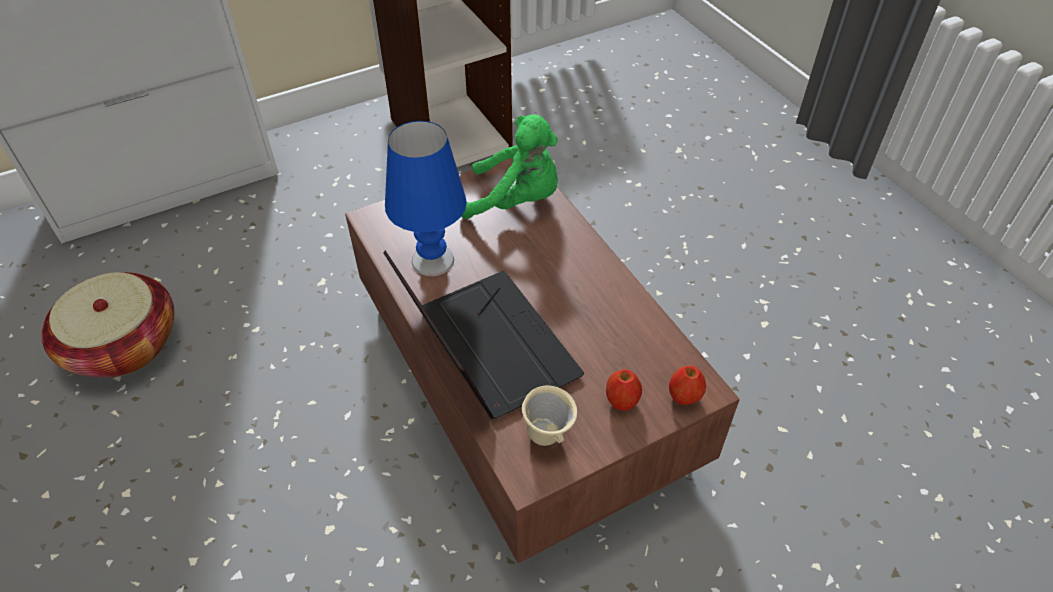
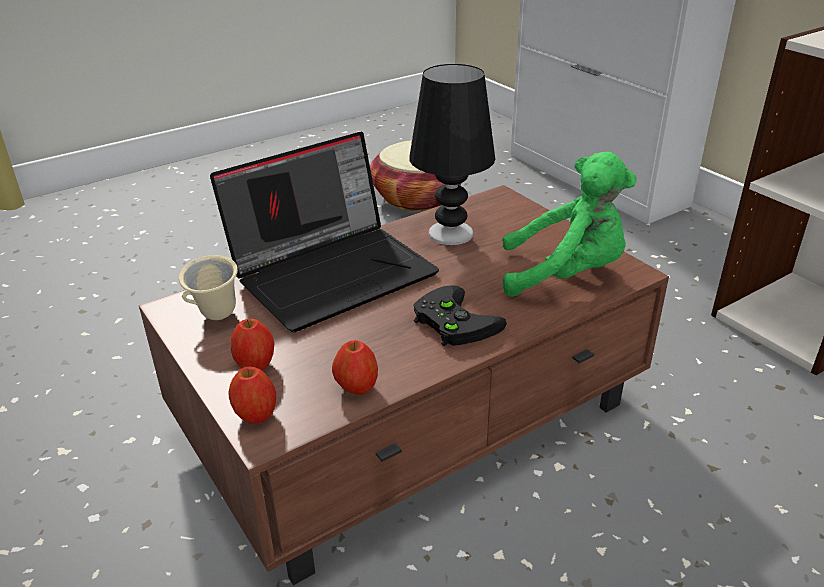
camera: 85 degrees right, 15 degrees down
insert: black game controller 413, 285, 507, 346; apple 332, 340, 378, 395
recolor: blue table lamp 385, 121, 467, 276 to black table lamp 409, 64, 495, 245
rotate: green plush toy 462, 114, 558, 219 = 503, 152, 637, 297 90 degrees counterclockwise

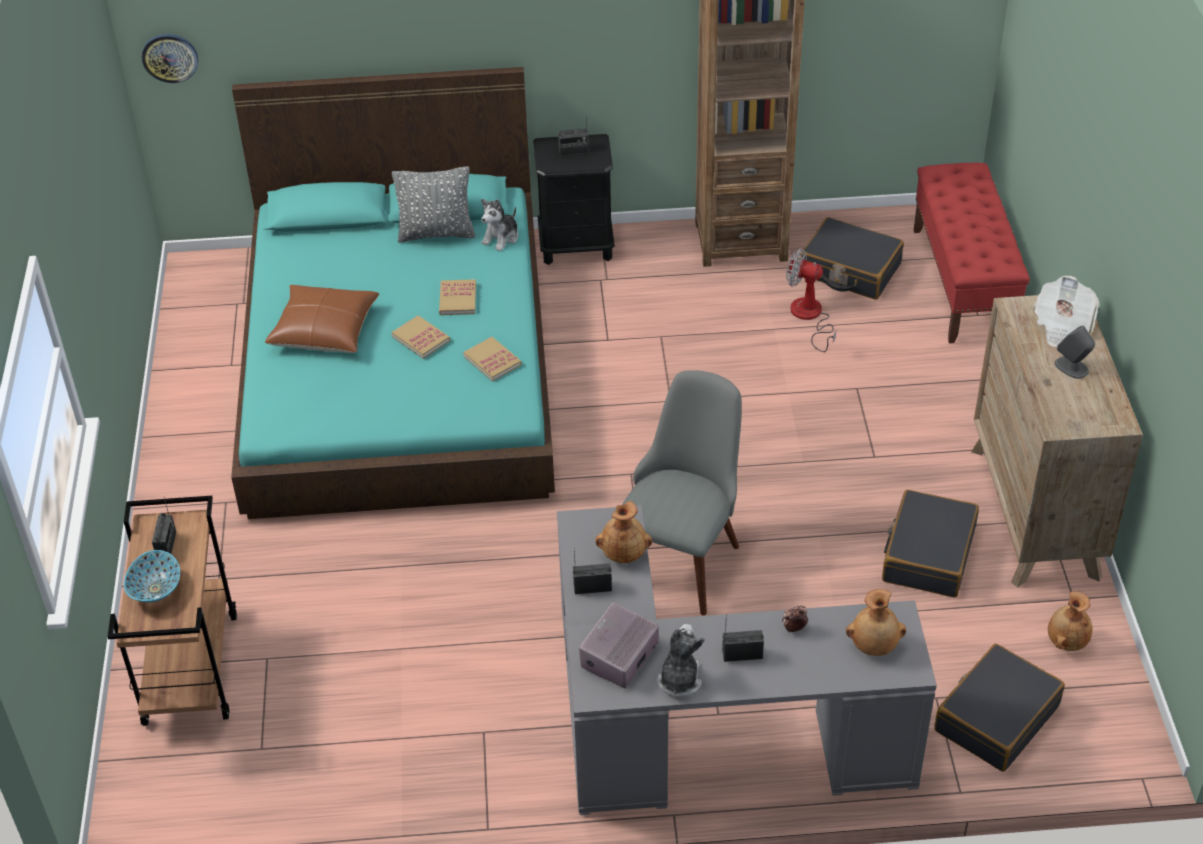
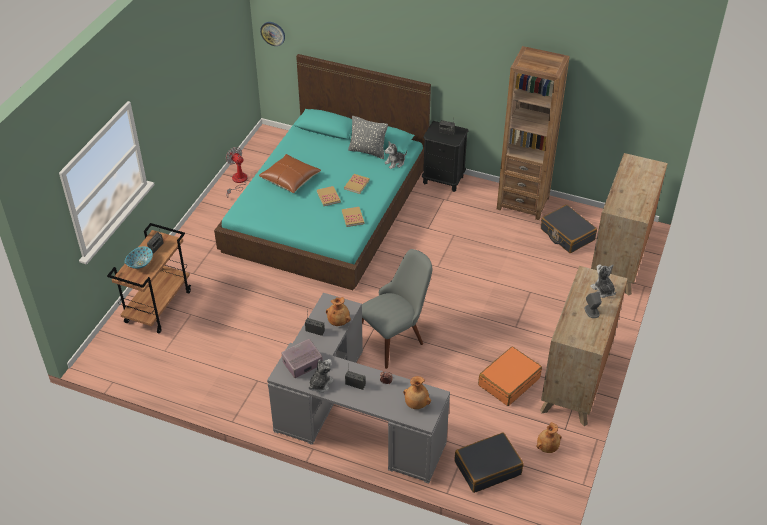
camera: 25 degrees right, 0 degrees up
move: fan 786, 248, 836, 352 to 226, 147, 247, 198
replace: red bench 914, 163, 1030, 344 to brown dresser 591, 153, 667, 296; newspaper 1033, 276, 1100, 347 to plush toy 590, 264, 616, 298
recolor: black suitcase 882, 490, 979, 598 to orange suitcase 478, 347, 542, 406

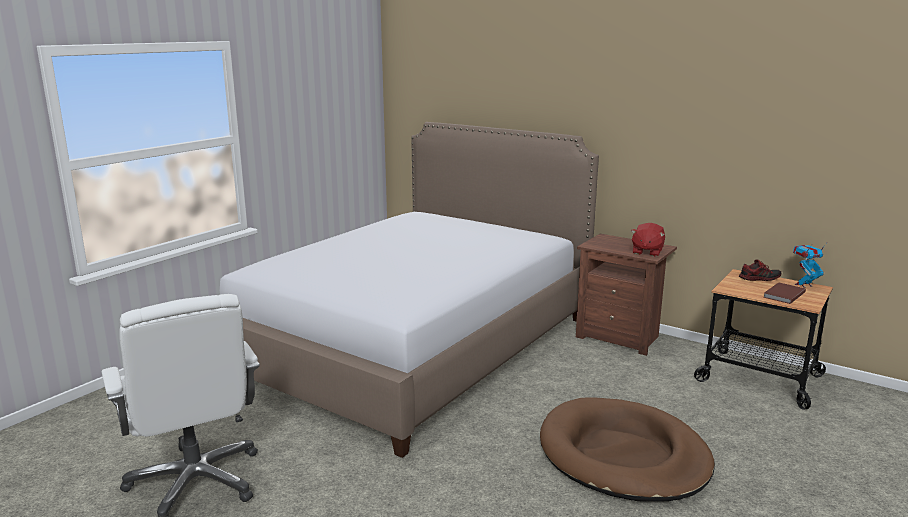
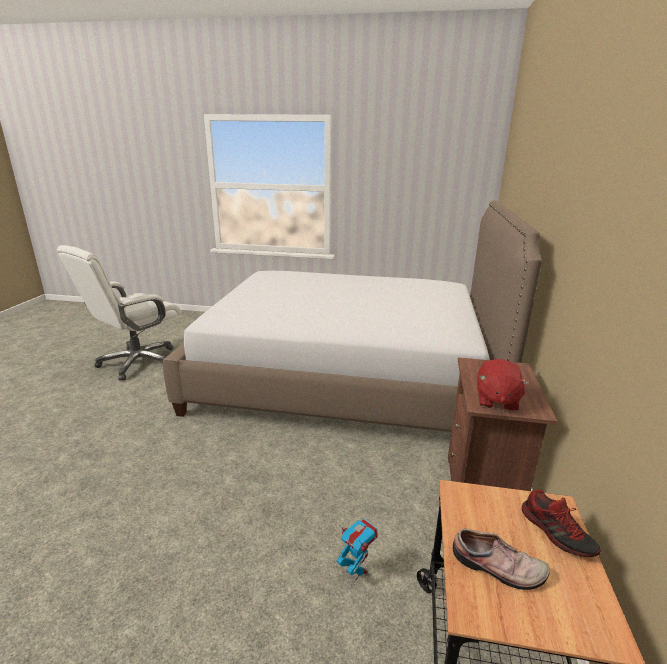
camera: 65 degrees right, 5 degrees up
delete: brown dog bed 540, 397, 715, 502
move: toy robot 793, 243, 827, 288 to 337, 519, 378, 580
replace: brown book 763, 282, 806, 304 to shoe 453, 529, 550, 590
rotate: red plush toy 631, 223, 665, 257 = 477, 359, 530, 411 75 degrees counterclockwise

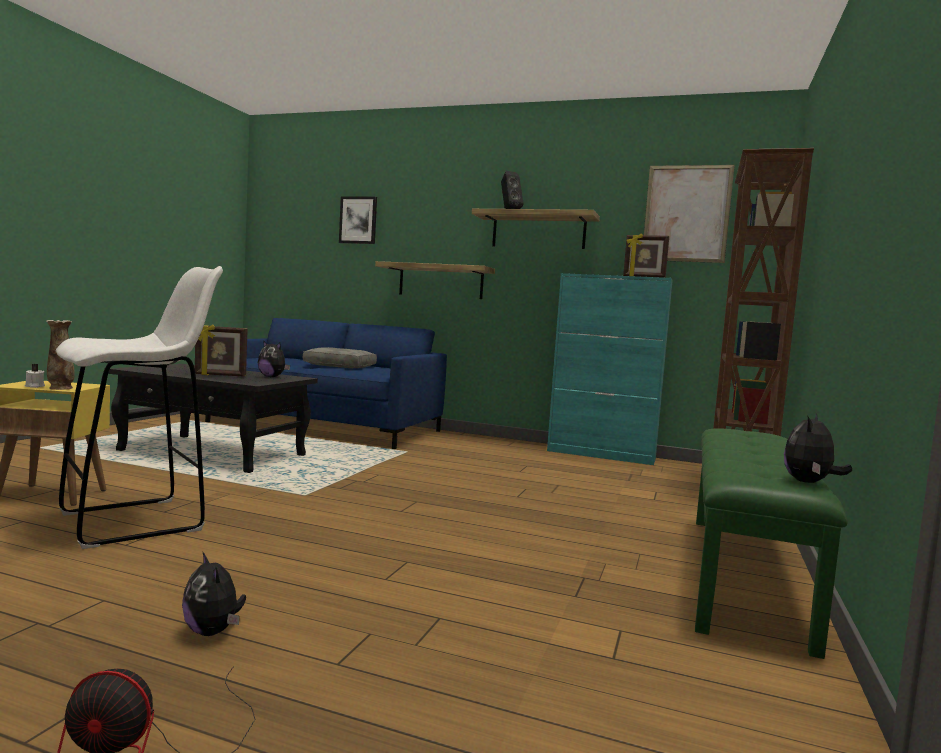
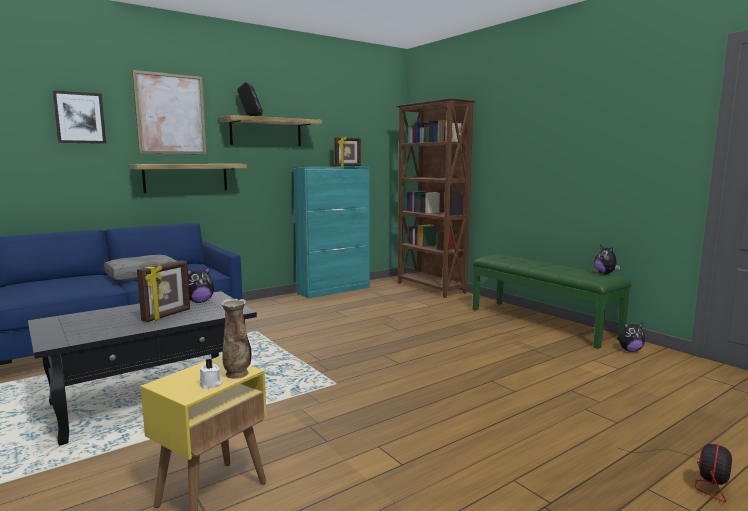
camera: 55 degrees left, 5 degrees up
delete: white stool 56, 266, 223, 549
move: picture 644, 165, 735, 263 to 132, 70, 207, 154; plush toy 182, 551, 246, 636 to 617, 322, 645, 352

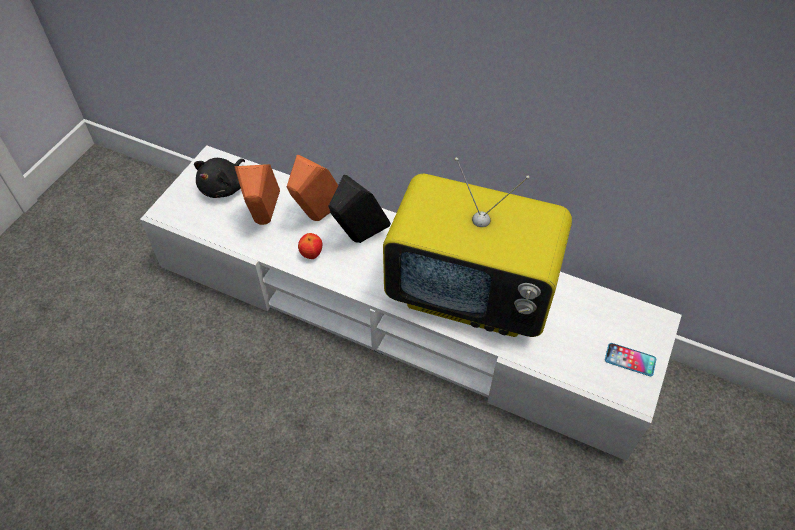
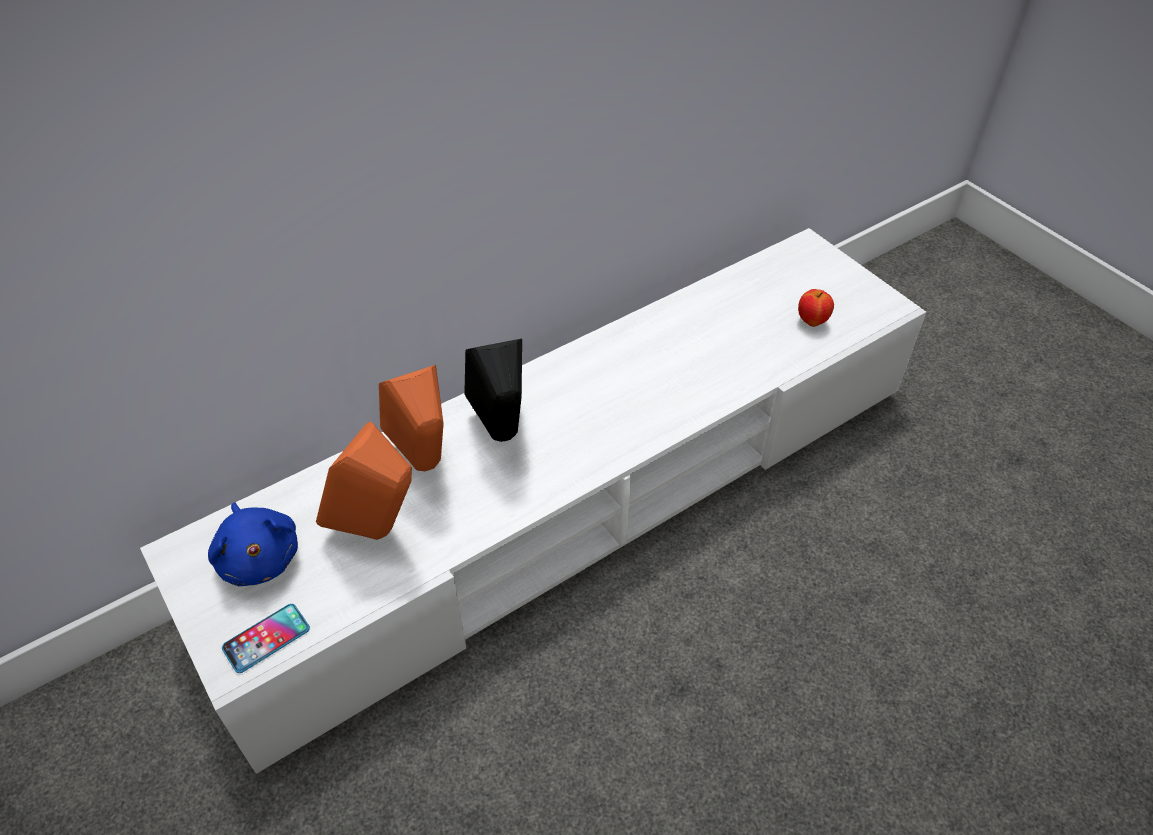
camera: 60 degrees left, 5 degrees down
delete: television 383, 157, 572, 337
move: apple 298, 233, 322, 259 to 798, 289, 834, 327; phone 605, 343, 656, 376 to 222, 604, 310, 673
recolor: black plush toy 194, 158, 245, 198 to blue plush toy 208, 502, 298, 586

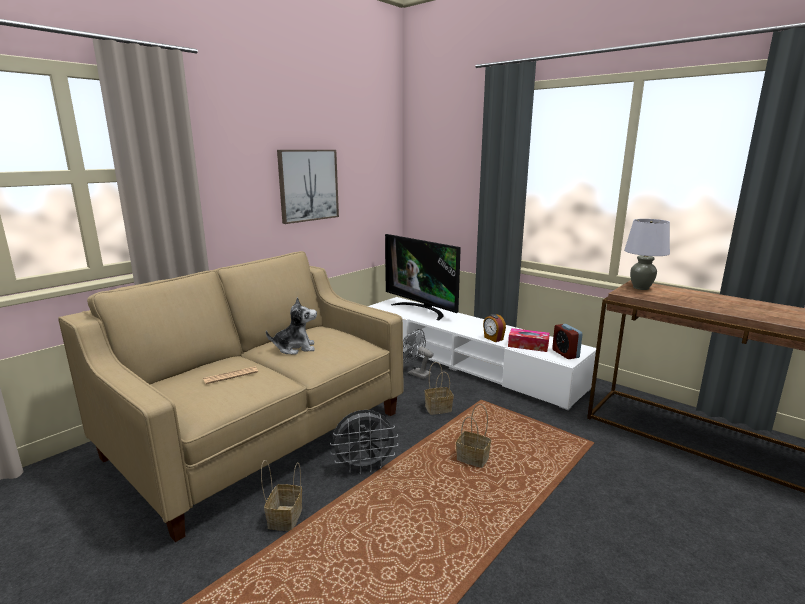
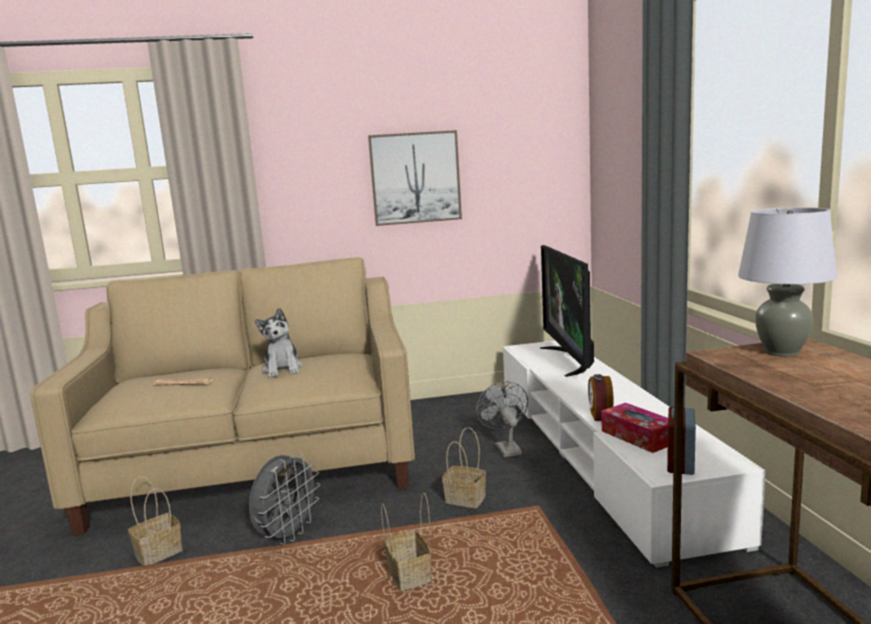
camera: 40 degrees right, 5 degrees down
rotate: plush toy 266, 297, 317, 355 = 255, 308, 303, 377 45 degrees clockwise; grey fan 330, 410, 398, 475 = 249, 452, 320, 545 90 degrees counterclockwise

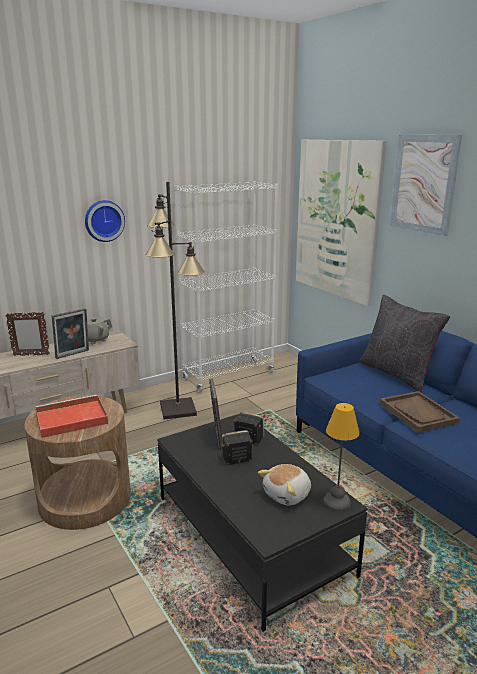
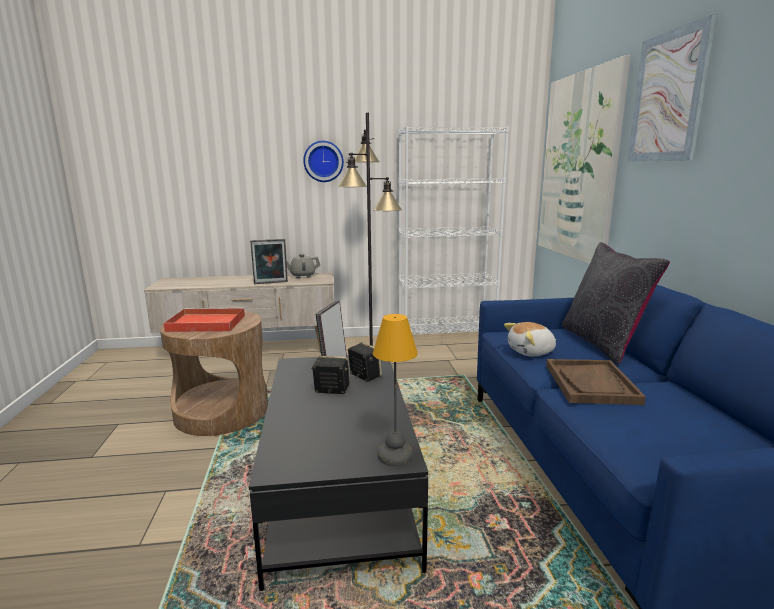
camera: 25 degrees right, 5 degrees down
delete: picture frame 5, 311, 50, 356
move: plush toy 258, 464, 311, 505 to 504, 322, 556, 356

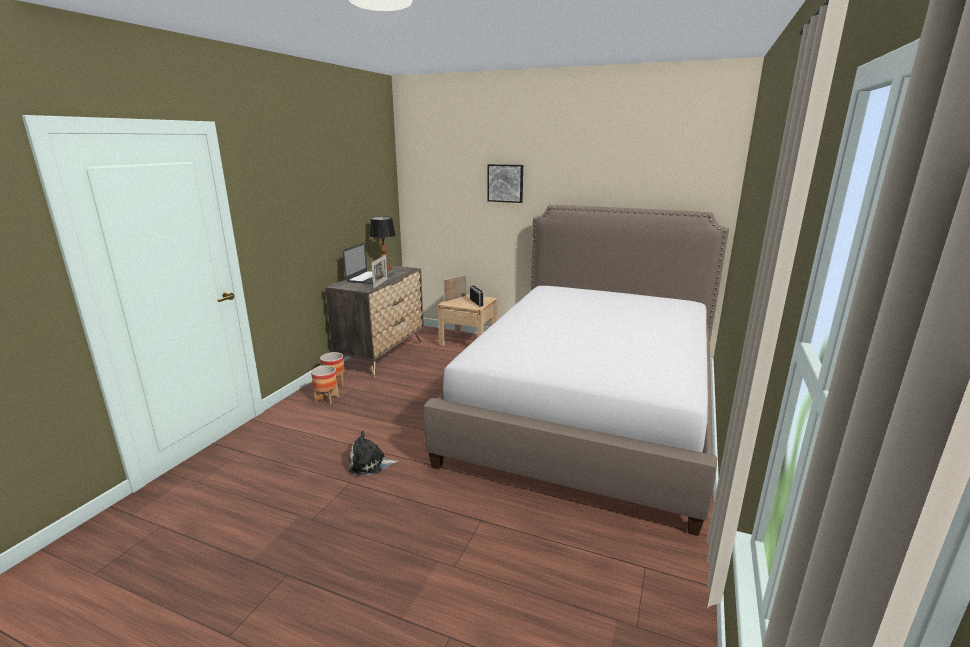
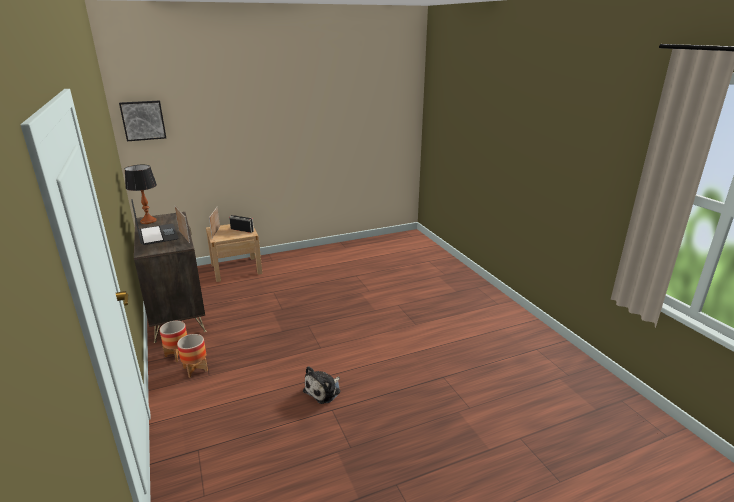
camera: 45 degrees left, 5 degrees up
delete: bed 424, 205, 729, 536
move: picture 488, 164, 523, 203 to 119, 100, 166, 141

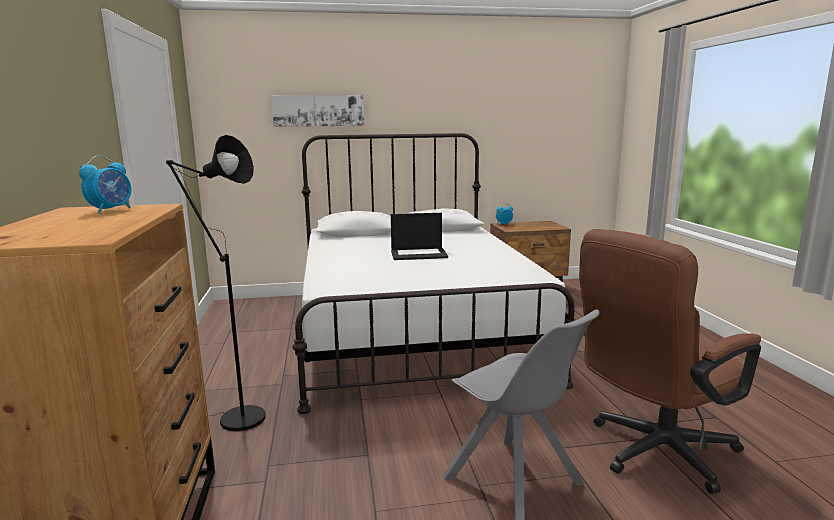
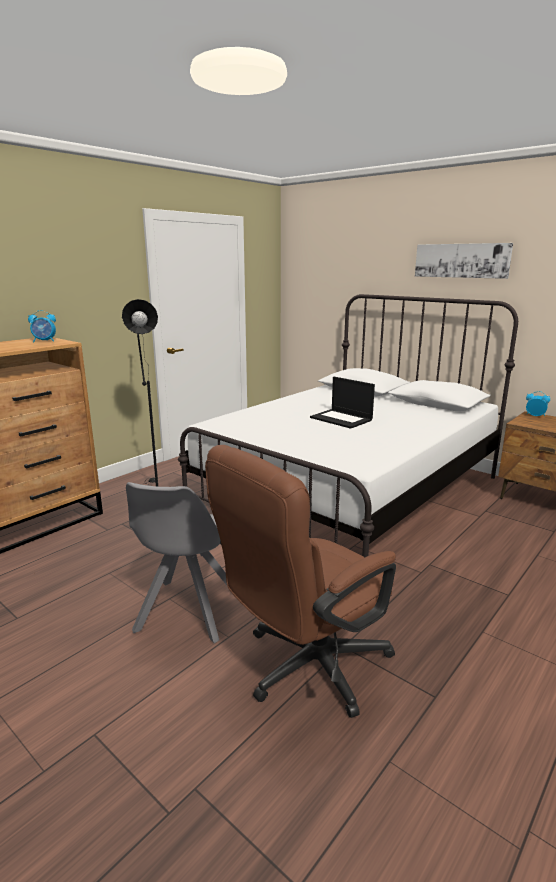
camera: 50 degrees right, 5 degrees up
move: picture 271, 95, 364, 127 to 415, 243, 513, 279
rotate: brown office chair 579, 229, 761, 494 = 205, 445, 396, 718 60 degrees counterclockwise

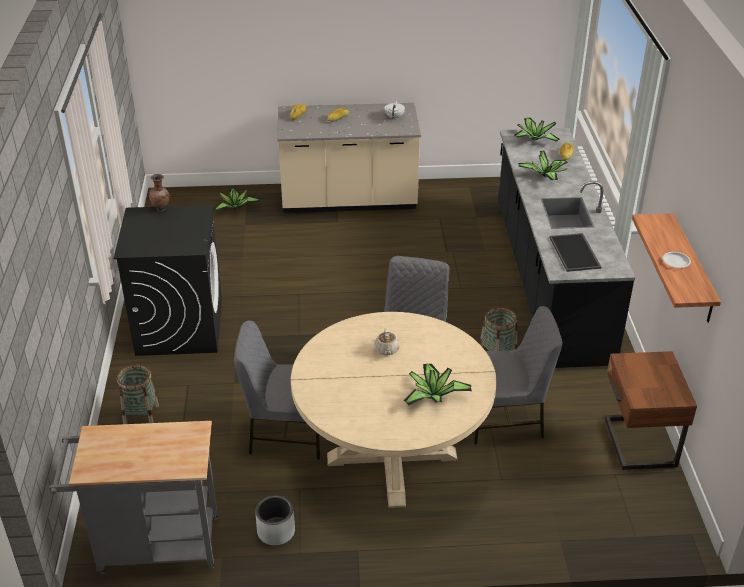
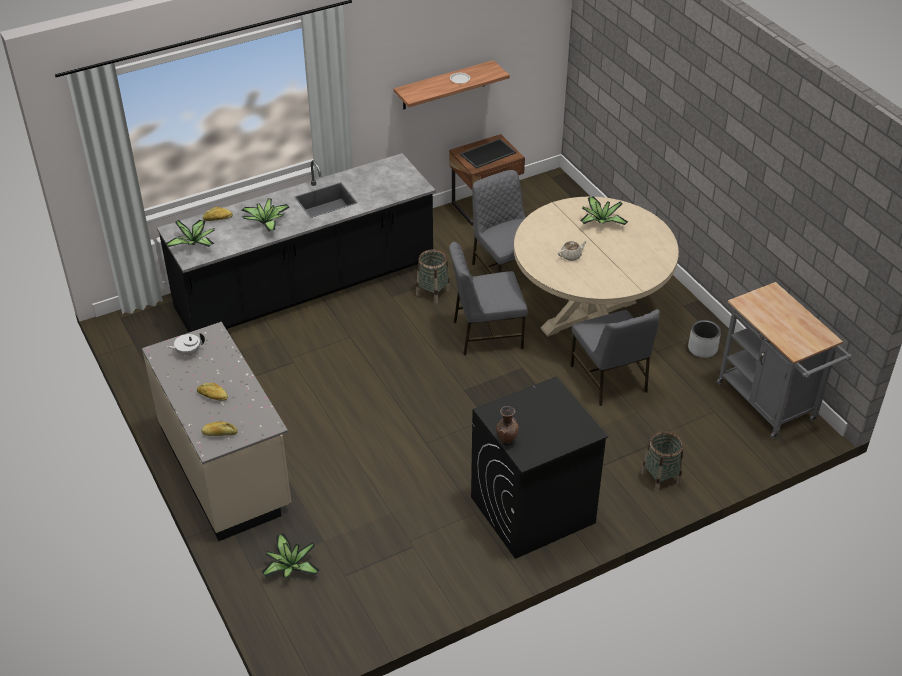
camera: 115 degrees left, 5 degrees up
move: tray 550, 233, 601, 272 to 460, 139, 516, 169

